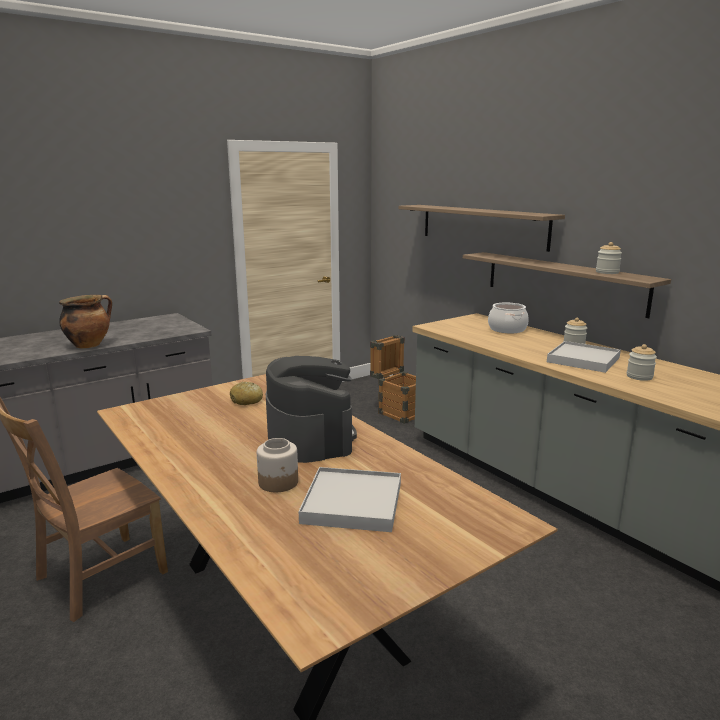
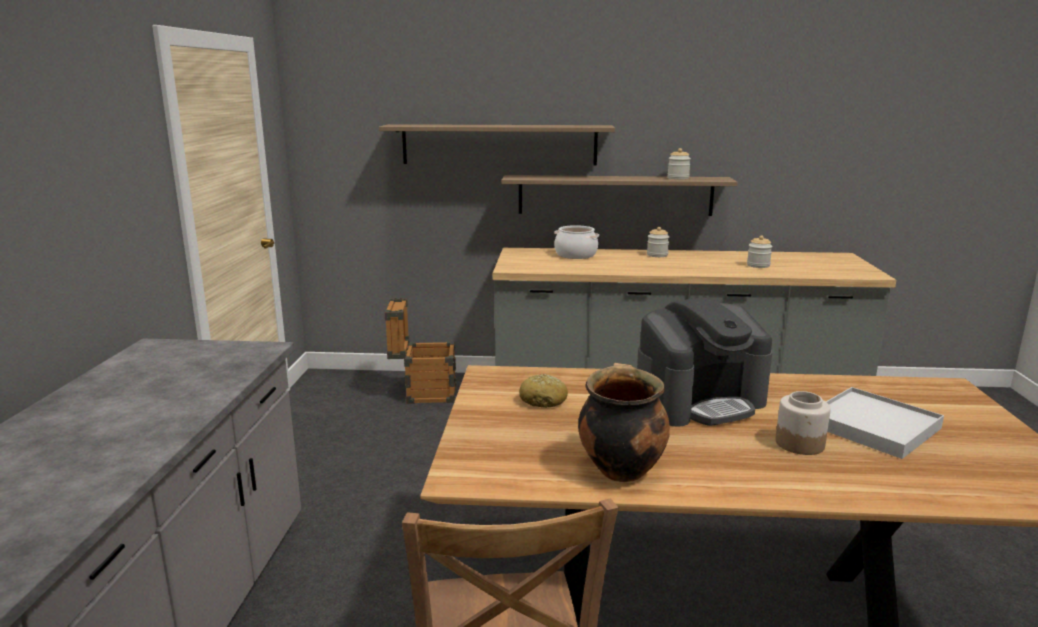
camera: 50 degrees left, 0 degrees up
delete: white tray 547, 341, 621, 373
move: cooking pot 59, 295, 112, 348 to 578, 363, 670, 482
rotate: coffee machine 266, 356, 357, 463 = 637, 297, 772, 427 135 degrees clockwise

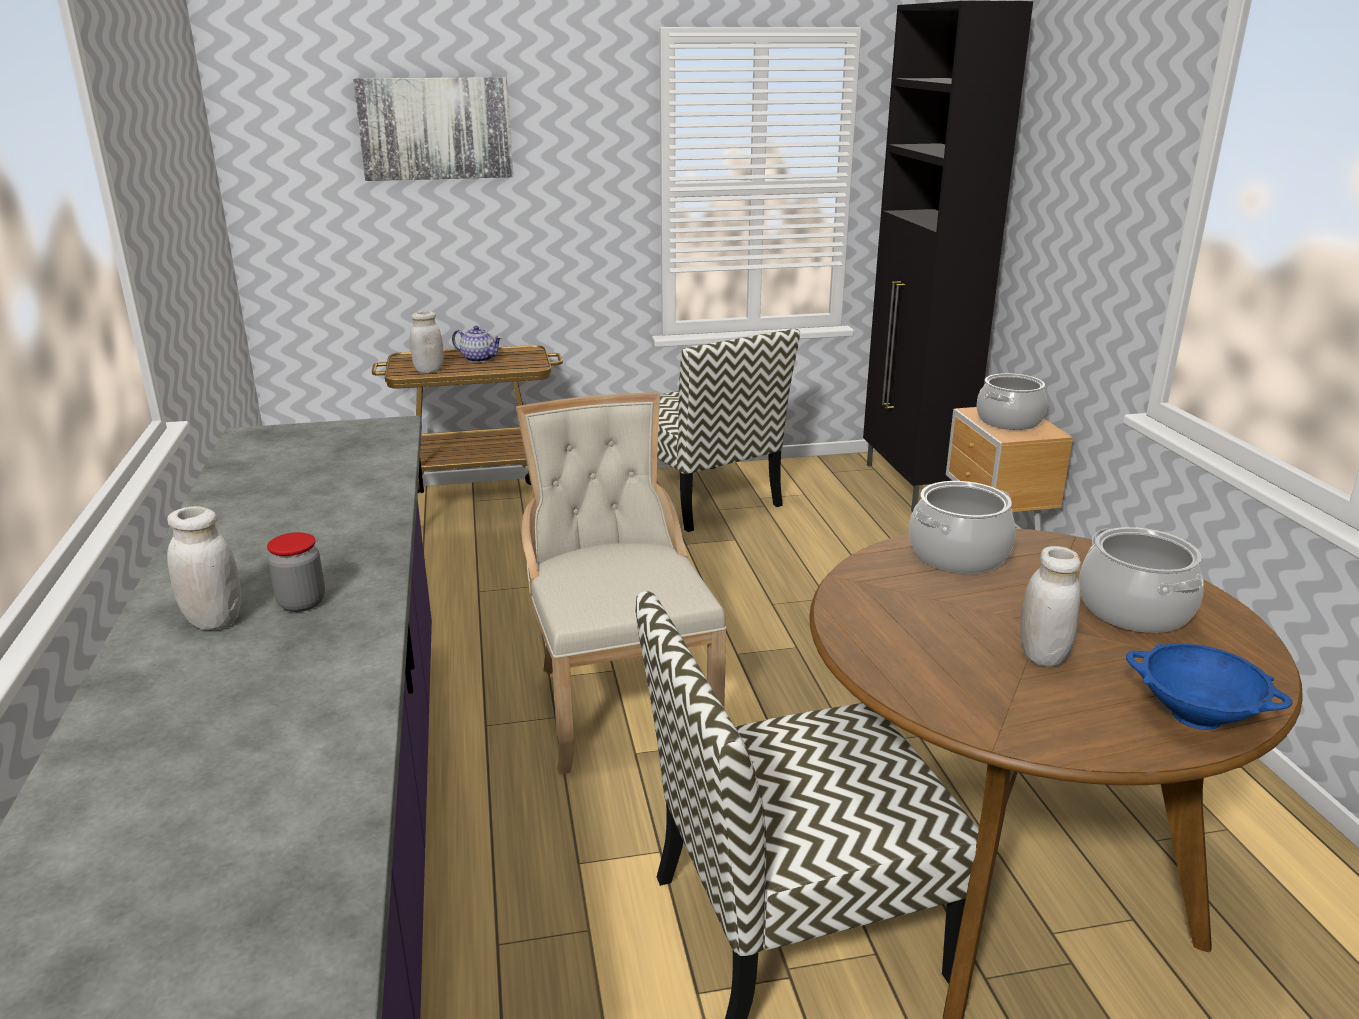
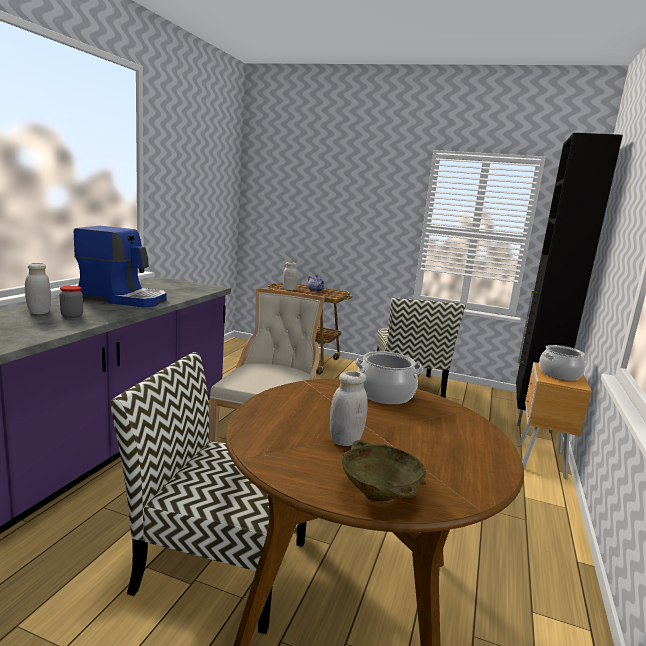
camera: 30 degrees right, 10 degrees down
delete: picture 353, 77, 513, 181; cooking pot 1079, 527, 1204, 633
insert: coffee machine 74, 226, 167, 307
recolor: blue bowl 1126, 643, 1293, 730 to beige bowl 342, 440, 426, 504

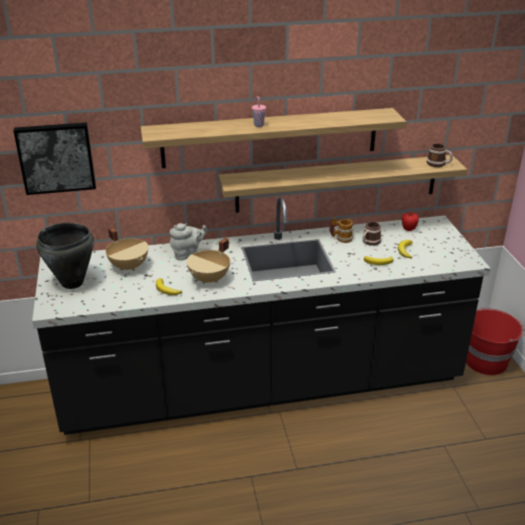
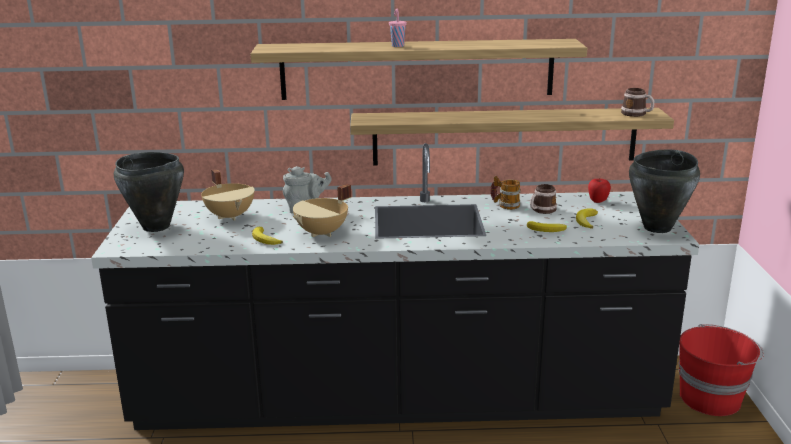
camera: 10 degrees right, 10 degrees down
delete: picture 13, 122, 96, 195
insert: black cooking pot 629, 150, 700, 233

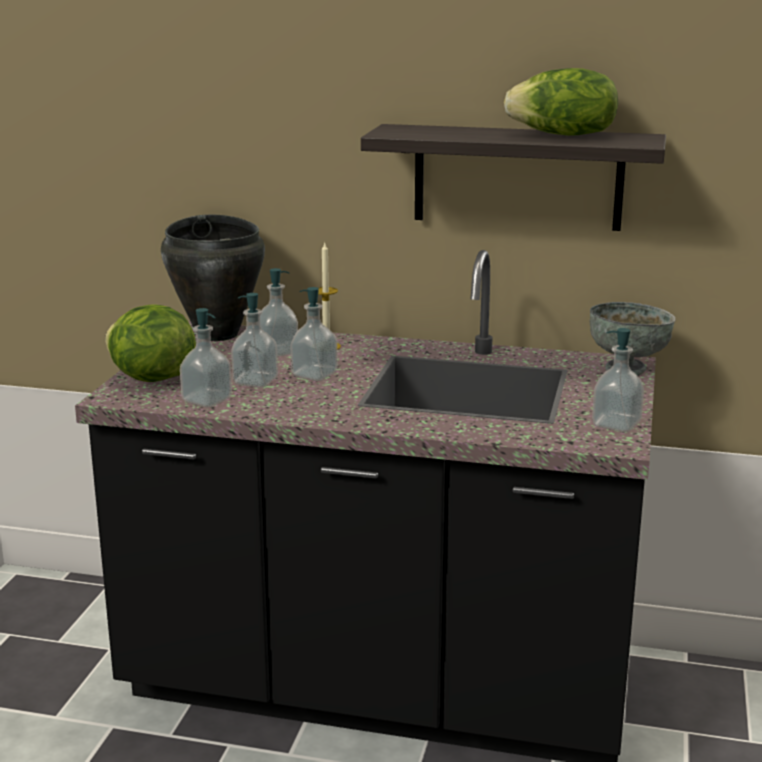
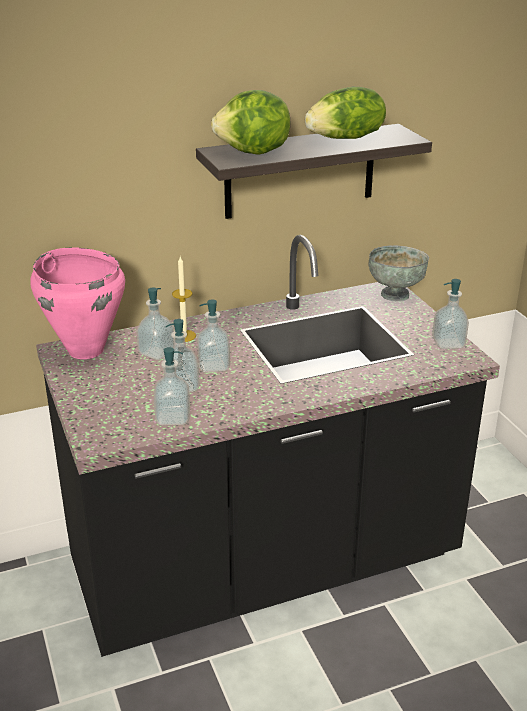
camera: 35 degrees left, 10 degrees up
move: lettuce 105, 304, 196, 382 to 211, 90, 290, 155
recolor: black cooking pot 161, 215, 265, 341 to pink cooking pot 31, 247, 125, 359

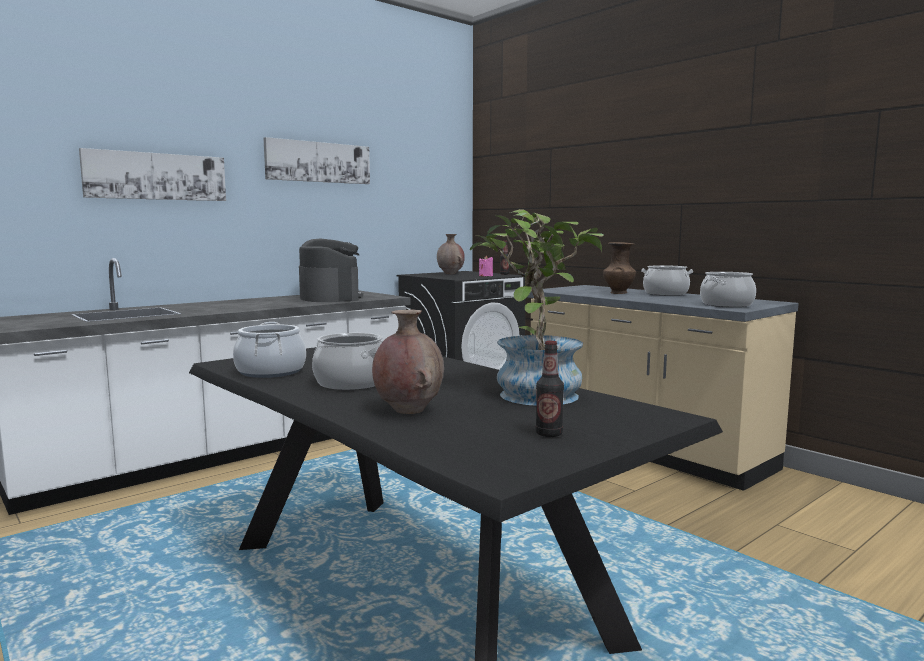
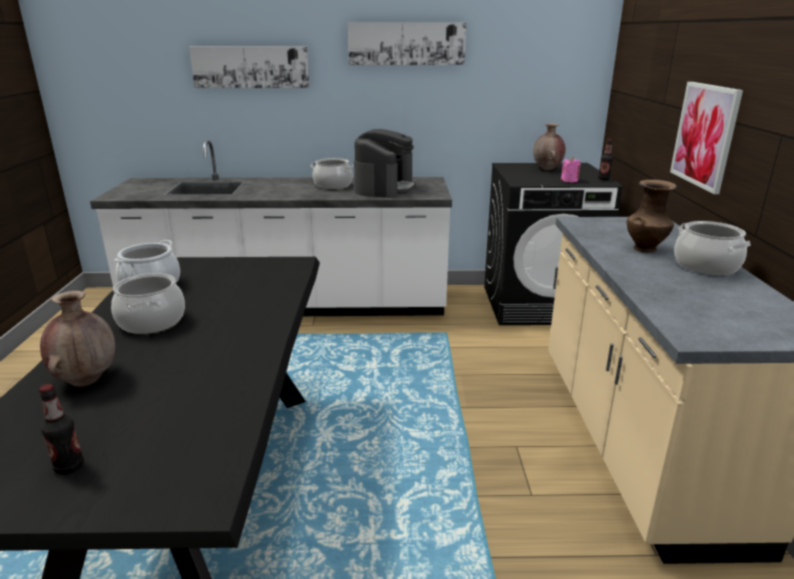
camera: 40 degrees right, 15 degrees up
delete: potted plant 470, 209, 603, 406
insert: picture 670, 82, 743, 194
move: cooking pot 700, 272, 756, 307 to 310, 158, 354, 189

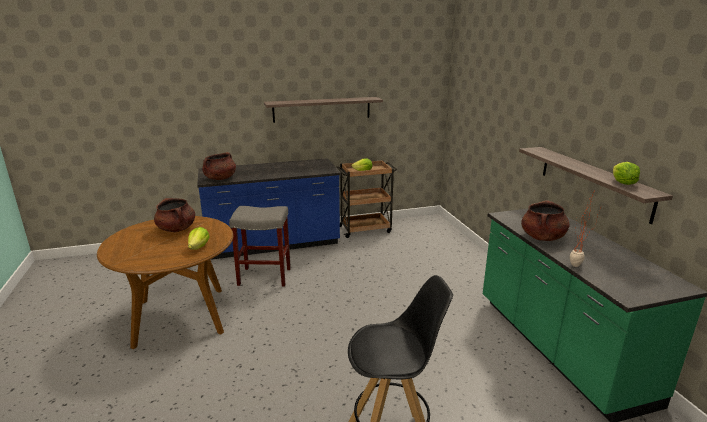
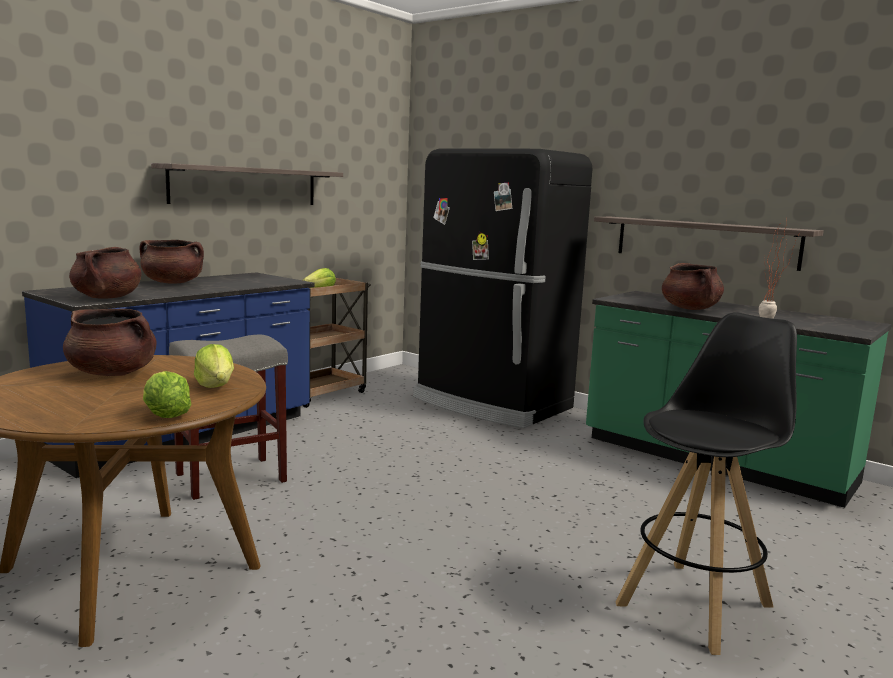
camera: 35 degrees left, 10 degrees down
insert: black fridge 413, 149, 592, 428; brown cooking pot 140, 240, 204, 284
move: lettuce 613, 162, 640, 185 to 143, 371, 192, 418

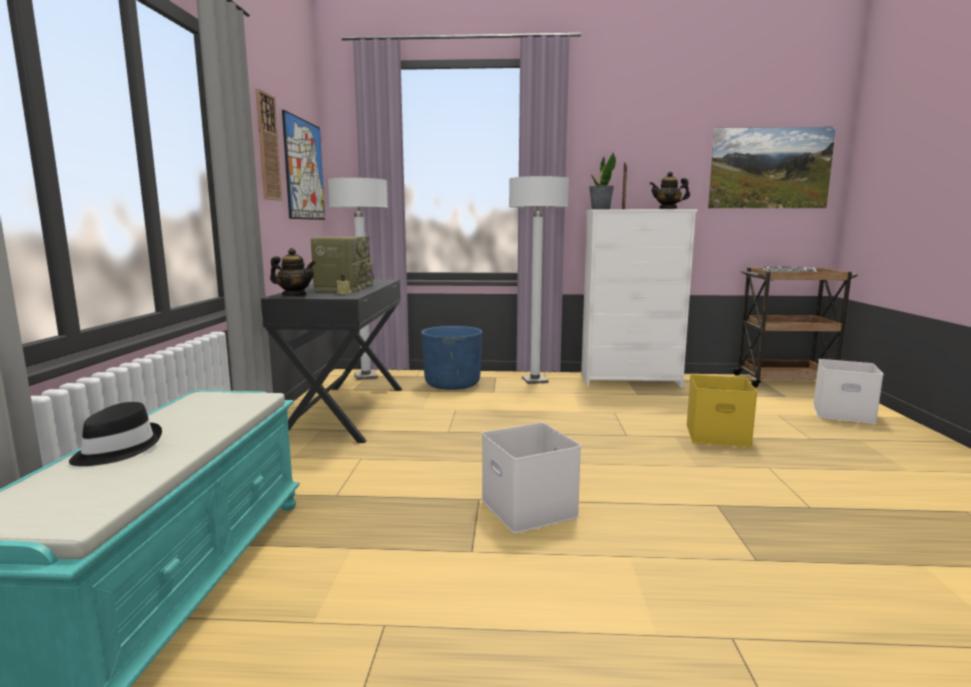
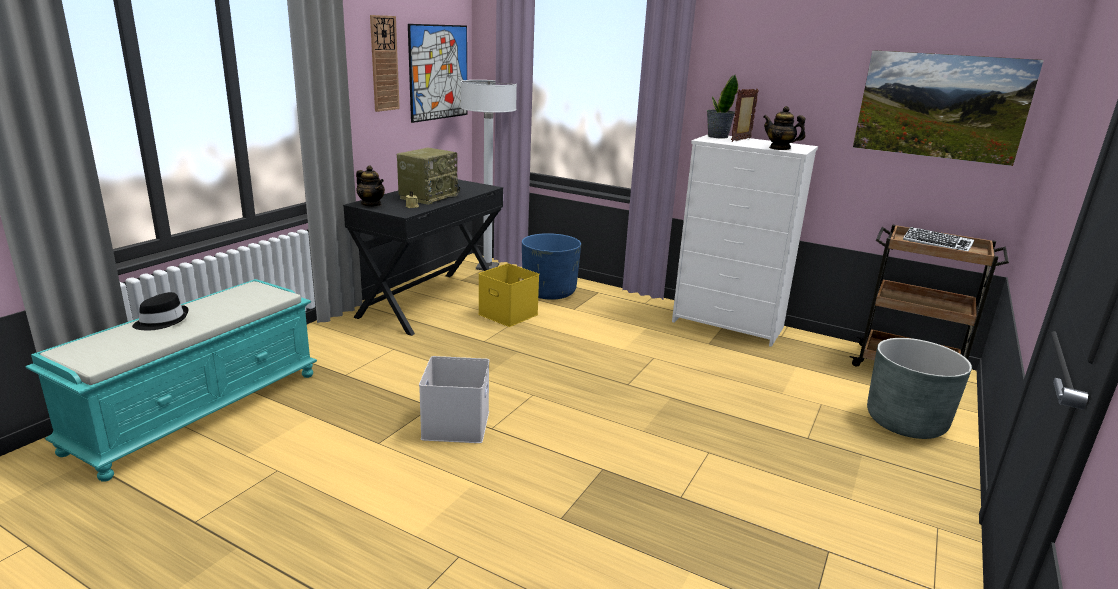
camera: 25 degrees right, 10 degrees up
delete: white floor lamp 509, 176, 569, 384
move: yellow storage box 686, 374, 758, 447 to 478, 264, 539, 327
replace: white storage box 813, 359, 884, 424 to grey planter 867, 338, 972, 439

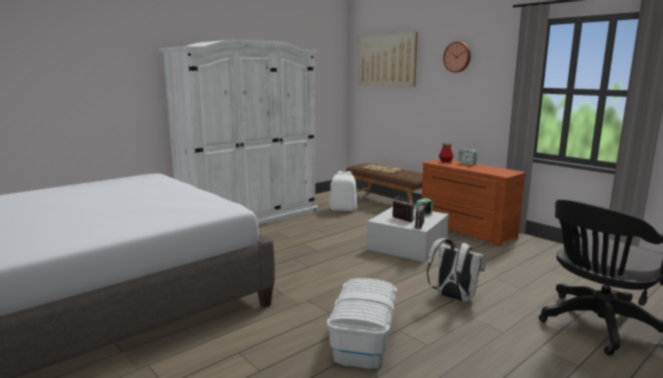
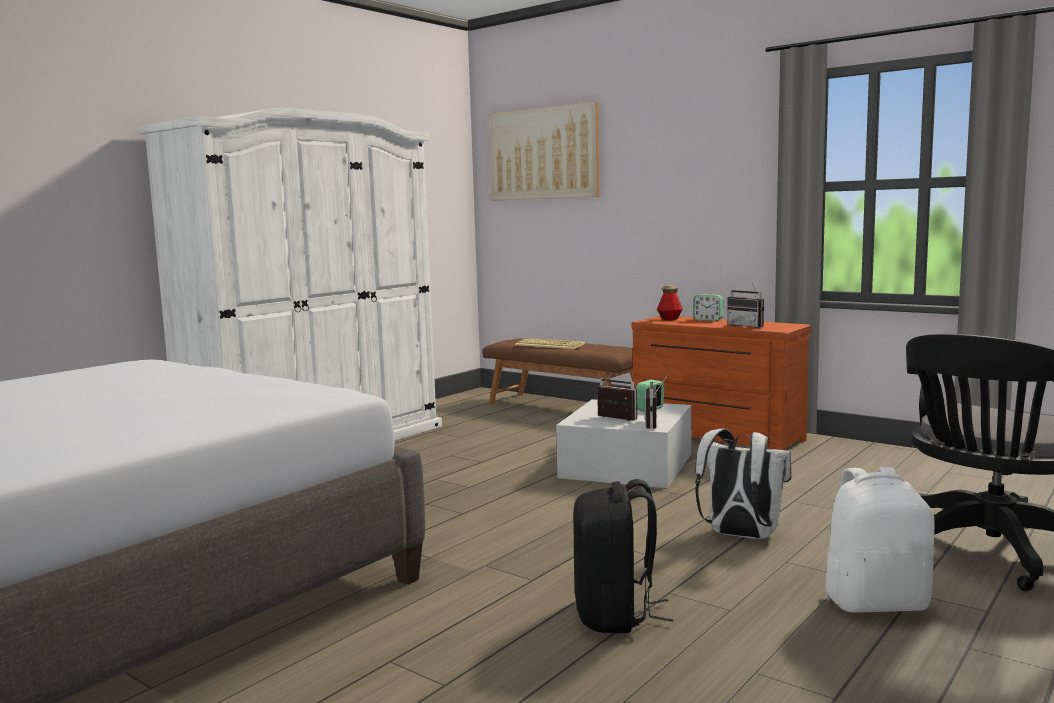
camera: 10 degrees left, 5 degrees down
delete: wall clock 443, 42, 471, 73
insert: radio 727, 280, 764, 328
move: white backpack 329, 171, 357, 211 to 825, 467, 935, 613
replace: white storage box 327, 278, 397, 369 to black backpack 573, 479, 674, 633

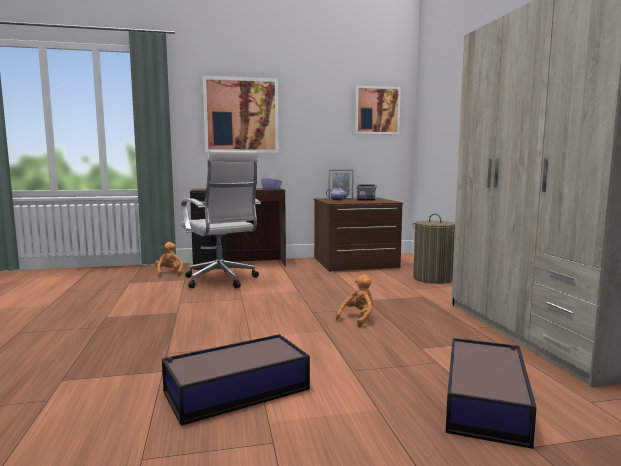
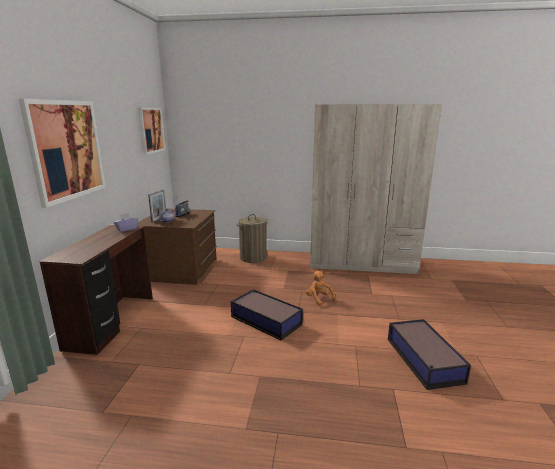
camera: 70 degrees left, 10 degrees up
delete: white office chair 181, 150, 261, 288; orange plush toy 155, 242, 183, 276
move: storage box 446, 338, 537, 449 to 231, 289, 303, 341

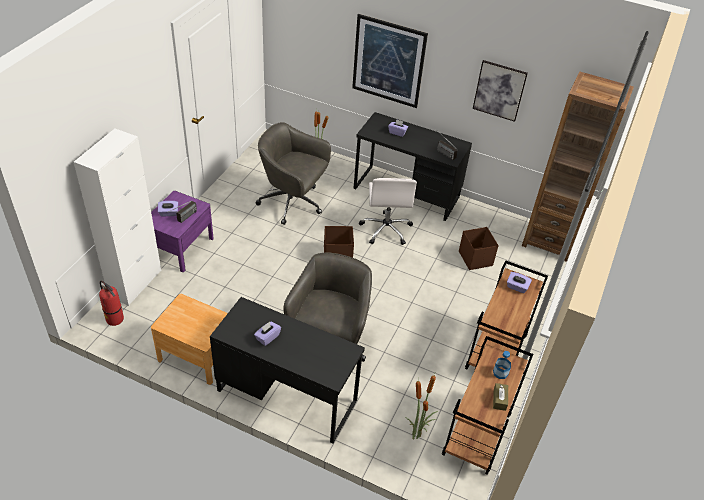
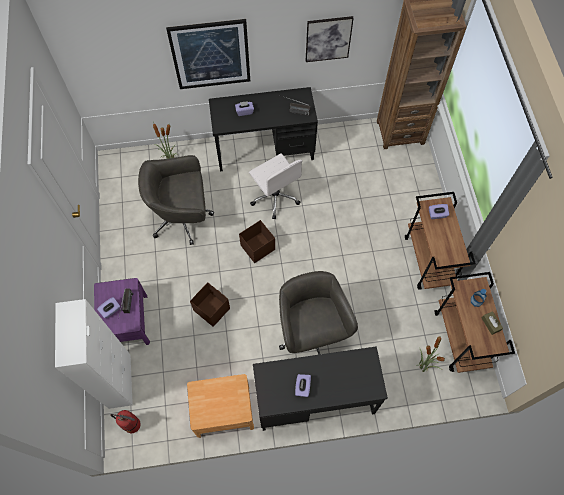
camera: 30 degrees left, 20 degrees up
move: brown storage box 459, 227, 499, 270 to 190, 282, 230, 327

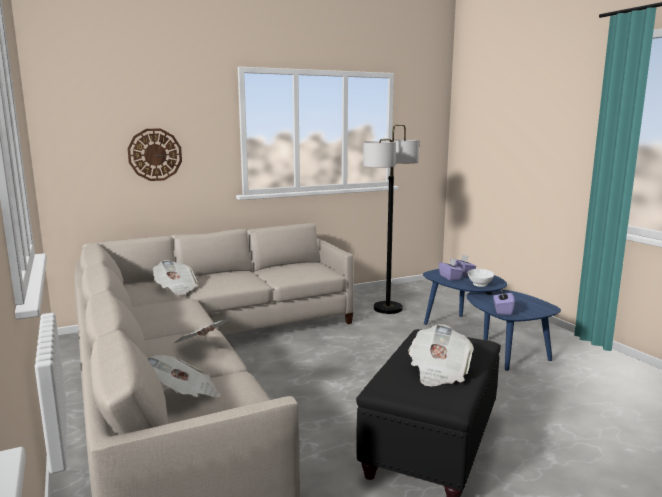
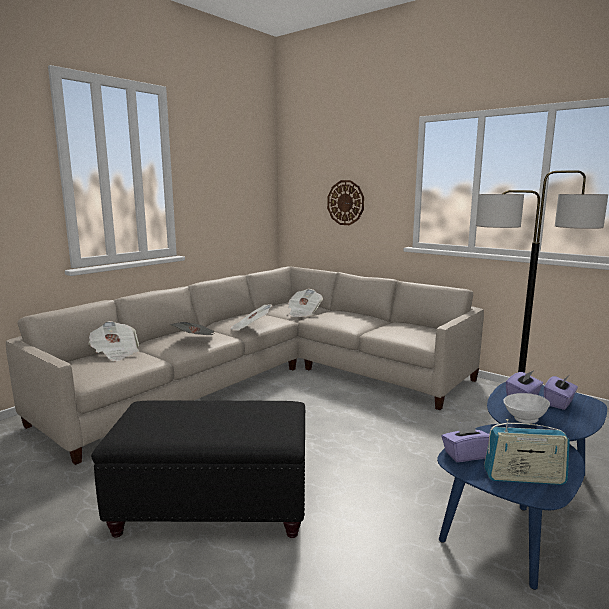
camera: 65 degrees right, 0 degrees up
insert: radio 484, 419, 570, 485
move: newspaper 408, 324, 474, 386 to 230, 304, 272, 331

